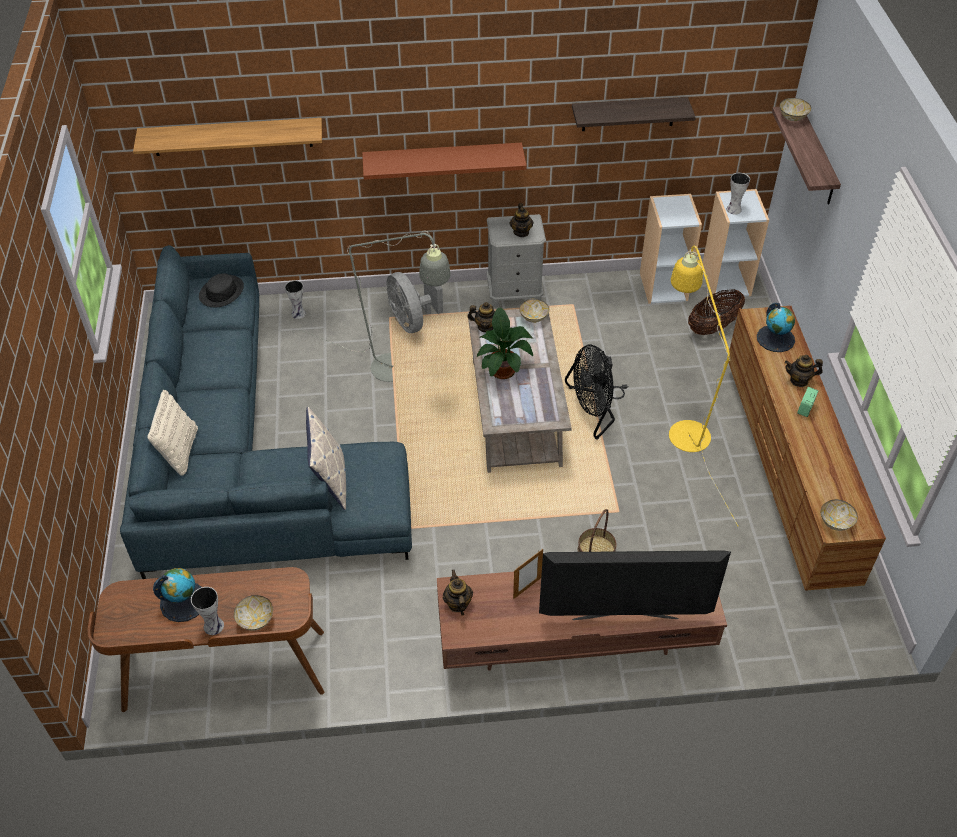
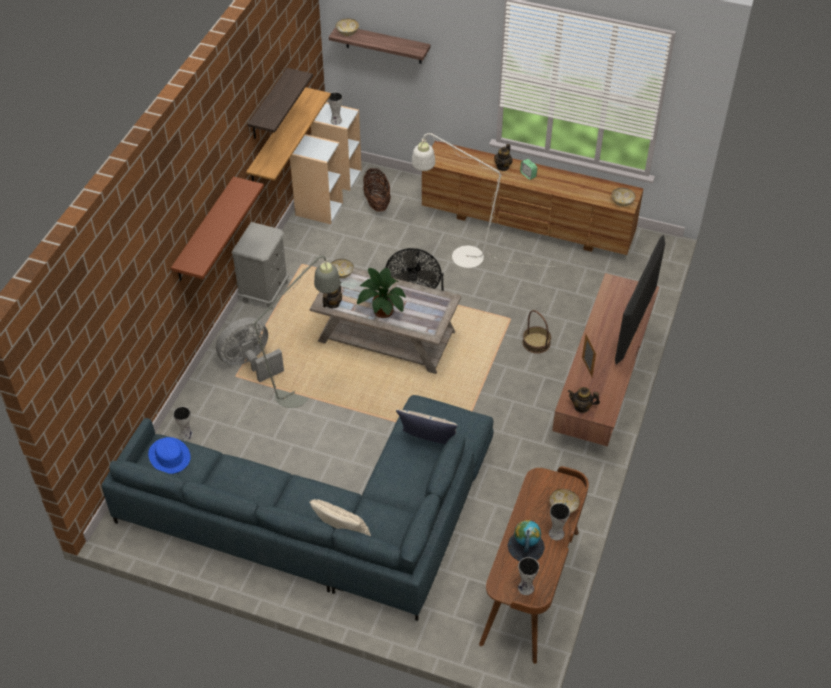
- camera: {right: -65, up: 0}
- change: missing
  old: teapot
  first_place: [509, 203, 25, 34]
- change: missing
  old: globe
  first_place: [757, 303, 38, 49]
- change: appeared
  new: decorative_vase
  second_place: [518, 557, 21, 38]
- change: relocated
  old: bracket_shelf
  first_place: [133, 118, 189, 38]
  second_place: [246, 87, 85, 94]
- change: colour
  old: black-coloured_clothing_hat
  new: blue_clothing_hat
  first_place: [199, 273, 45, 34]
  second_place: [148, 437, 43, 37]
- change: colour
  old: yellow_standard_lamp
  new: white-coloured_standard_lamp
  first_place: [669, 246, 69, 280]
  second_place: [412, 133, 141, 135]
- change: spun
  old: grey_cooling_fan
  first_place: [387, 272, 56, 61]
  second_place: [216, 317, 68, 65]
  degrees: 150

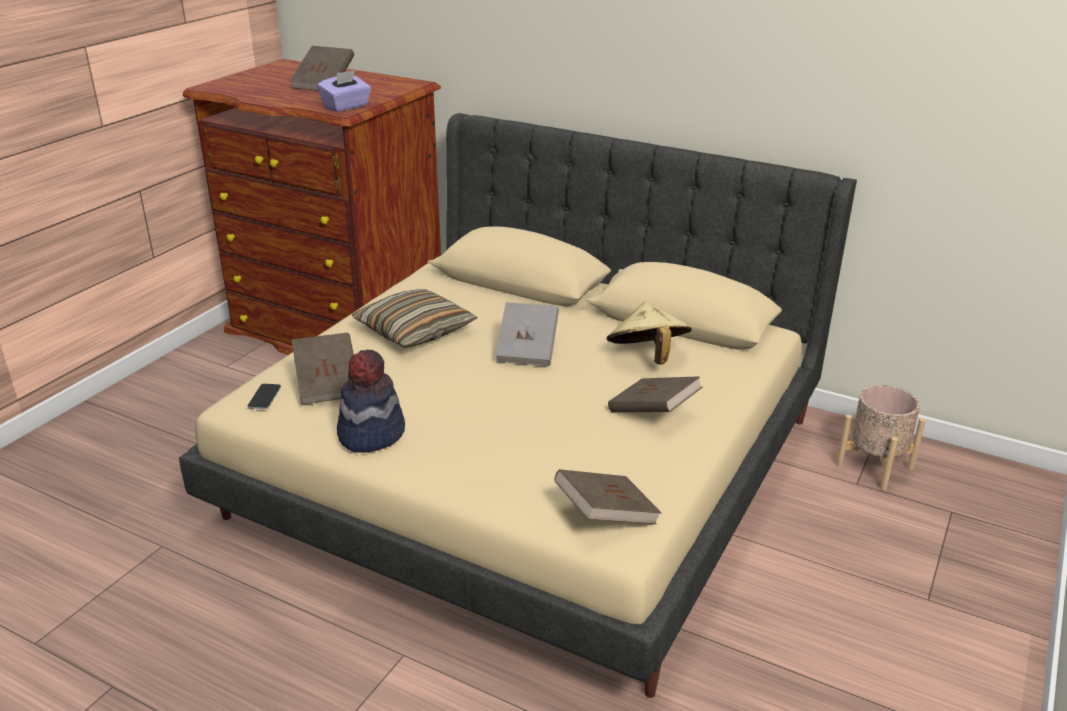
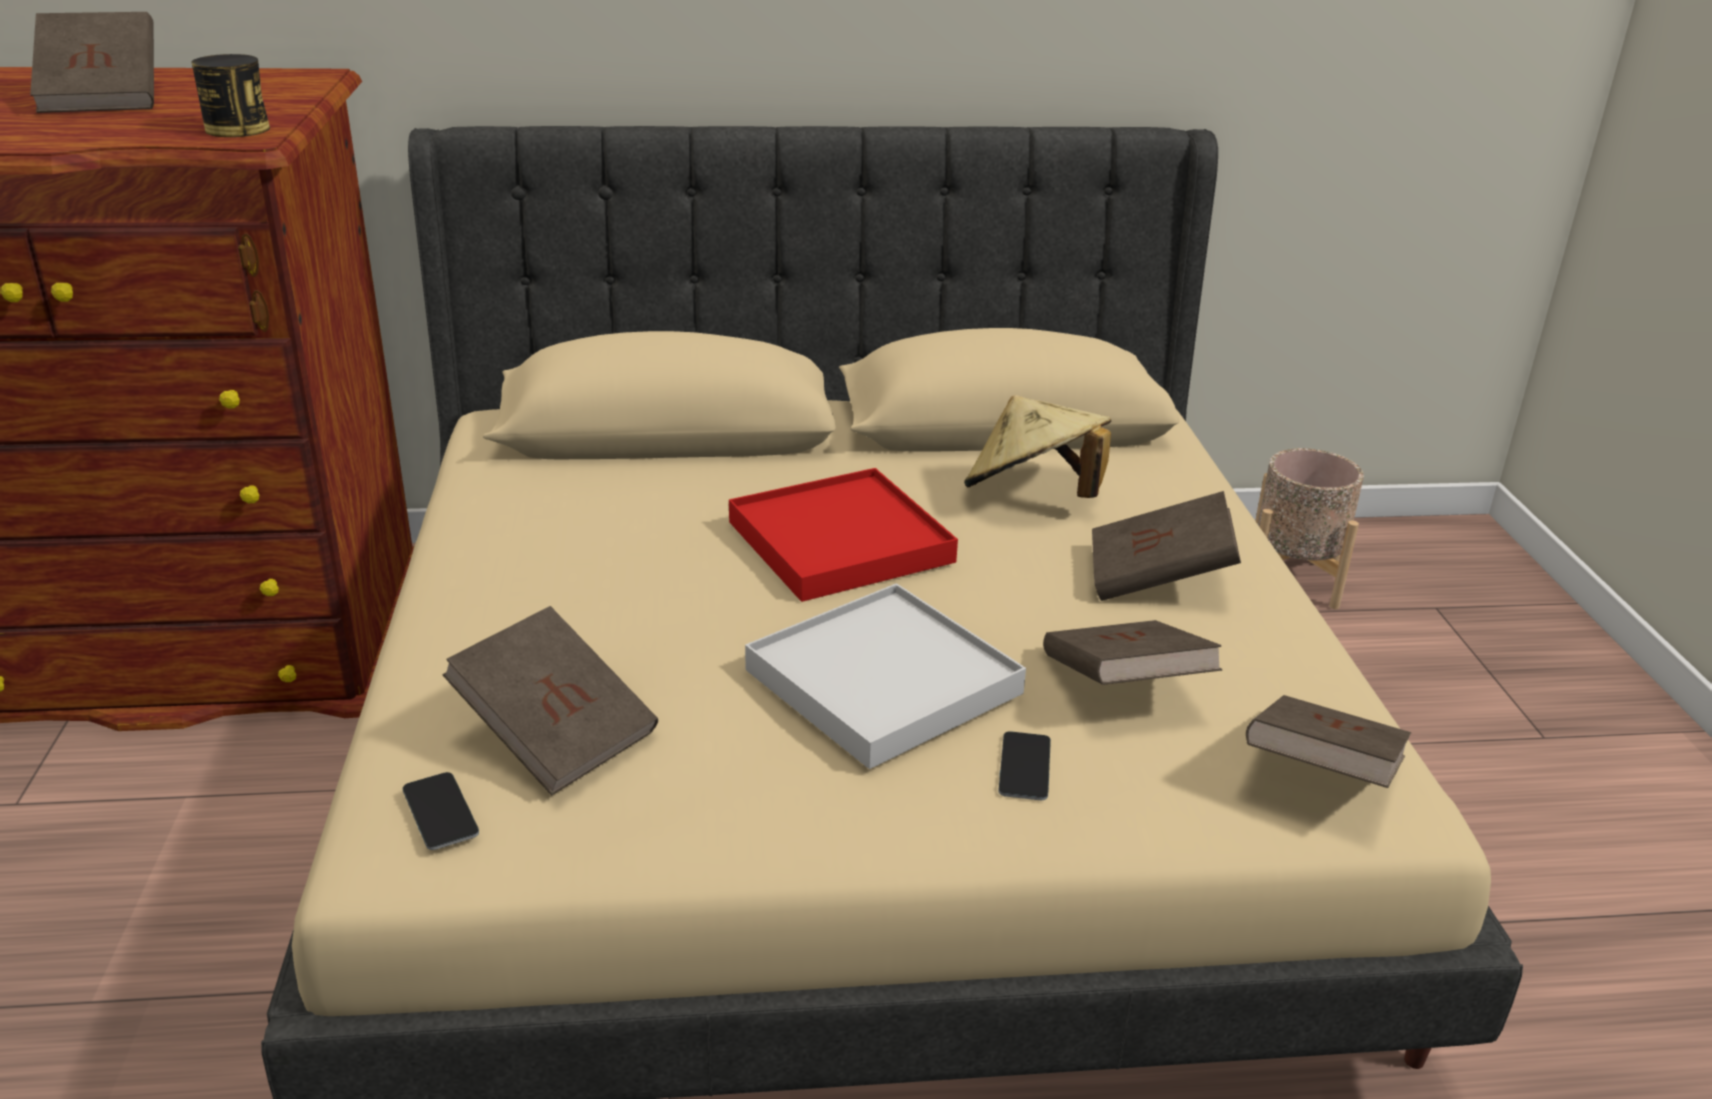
- camera: {right: -35, up: 0}
- change: missing
  old: clothing_hat
  first_place: [337, 350, 68, 103]
- change: missing
  old: throw_pillow
  first_place: [352, 289, 126, 59]
- change: appeared
  new: white-coloured_tray
  second_place: [745, 583, 281, 186]
- change: appeared
  new: handset
  second_place: [998, 731, 53, 69]
- change: appeared
  new: brownish_bound_book
  second_place: [1043, 620, 179, 65]
- change: exchanged
  old: purple_tissue_holder
  new: metal_can
  first_place: [317, 70, 54, 42]
  second_place: [192, 54, 78, 83]
- change: exchanged
  old: grey_bound_book
  new: reddish_tray
  first_place: [495, 302, 64, 64]
  second_place: [729, 468, 229, 134]

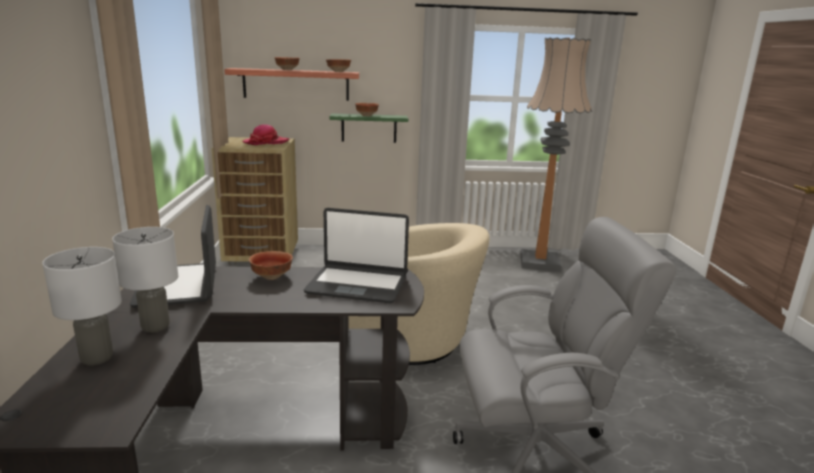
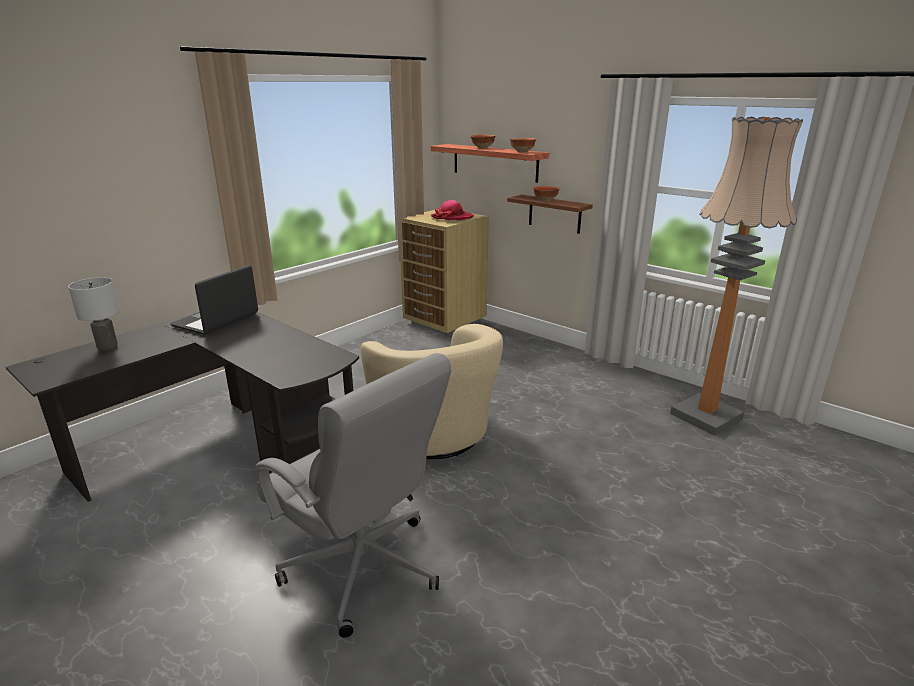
- camera: {right: 45, up: 5}
- change: missing
  old: white-coloured_lamp_for_a_table
  first_place: [112, 227, 66, 106]
- change: missing
  old: bowl
  first_place: [249, 251, 44, 29]
- change: missing
  old: notebook_computer
  first_place: [304, 208, 105, 95]
- change: colour
  old: green-coloured_bracket_shelf
  new: brownish_bracket_shelf
  first_place: [329, 113, 79, 30]
  second_place: [507, 195, 86, 39]

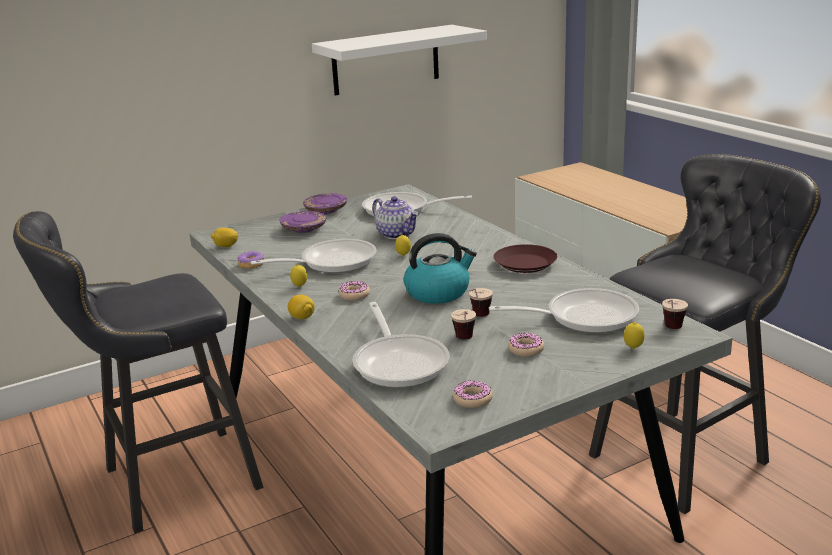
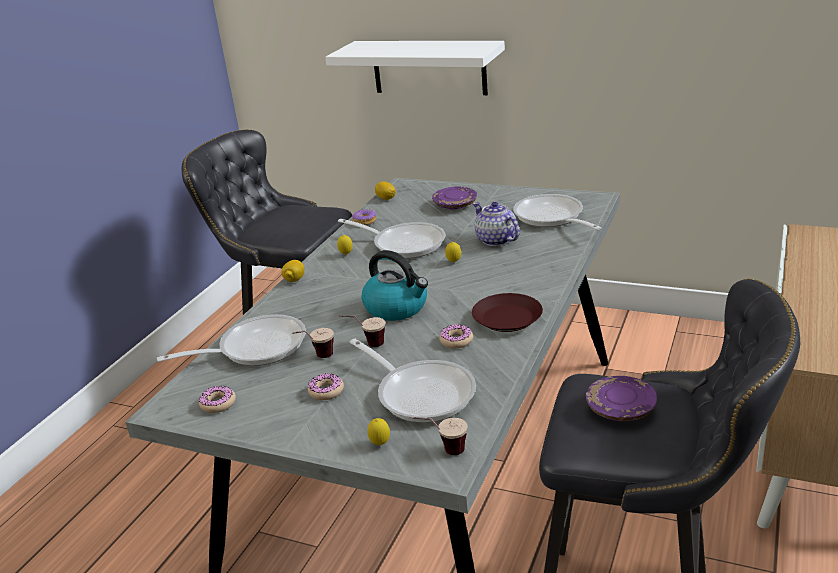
- camera: {right: 55, up: 5}
- change: relocated
  old: purple_dinner_plate
  first_place: [303, 193, 44, 21]
  second_place: [586, 376, 71, 45]
- change: relocated
  old: white-coloured_bracket_shelf
  first_place: [312, 25, 175, 71]
  second_place: [325, 41, 180, 54]
- change: relocated
  old: ring_doughnut
  first_place: [339, 281, 31, 20]
  second_place: [439, 324, 34, 25]
- change: spun
  old: skillet
  first_place: [352, 302, 98, 86]
  second_place: [157, 314, 149, 52]
  degrees: -150
- change: spun
  old: teapot
  first_place: [372, 196, 47, 43]
  second_place: [473, 202, 47, 44]
  degrees: 135

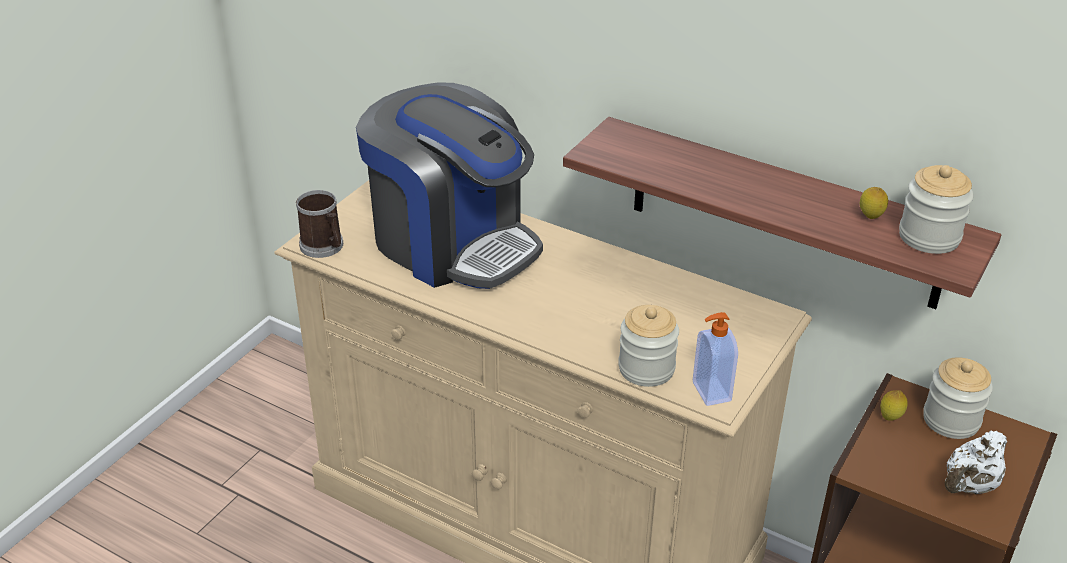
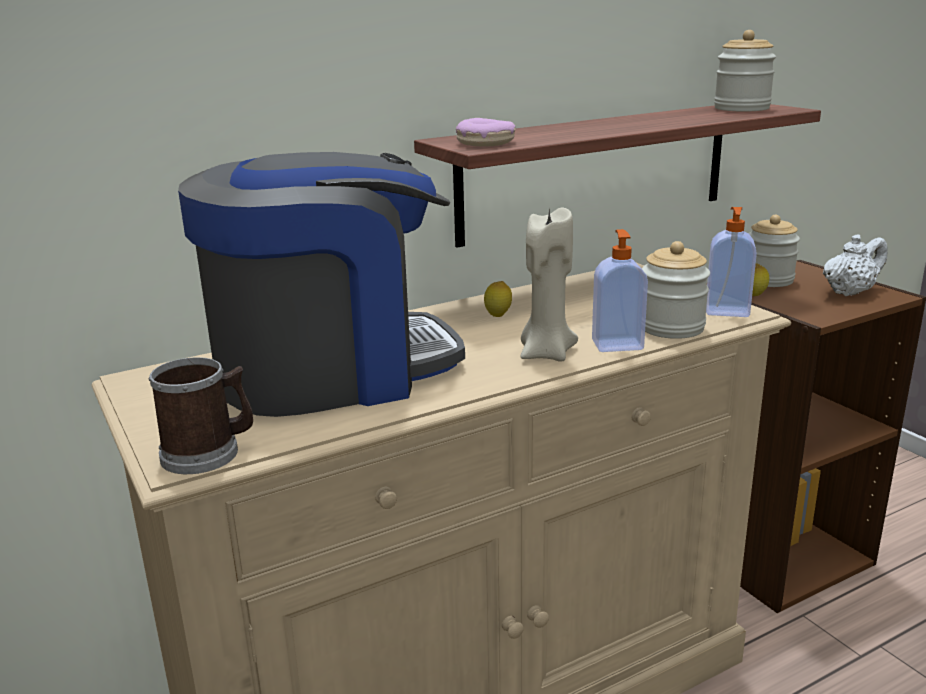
- camera: {right: -60, up: -15}
- change: appeared
  new: ring_doughnut
  second_place: [456, 118, 59, 29]
- change: appeared
  new: beige-coloured_wax_candle
  second_place: [521, 207, 57, 155]
- change: appeared
  new: soap_bottle
  second_place: [592, 229, 56, 123]
- change: relocated
  old: citrus_fruit
  first_place: [860, 187, 28, 32]
  second_place: [484, 281, 28, 36]
- change: spun
  old: white-coloured_teapot
  first_place: [944, 430, 63, 64]
  second_place: [823, 234, 64, 62]
  degrees: -105

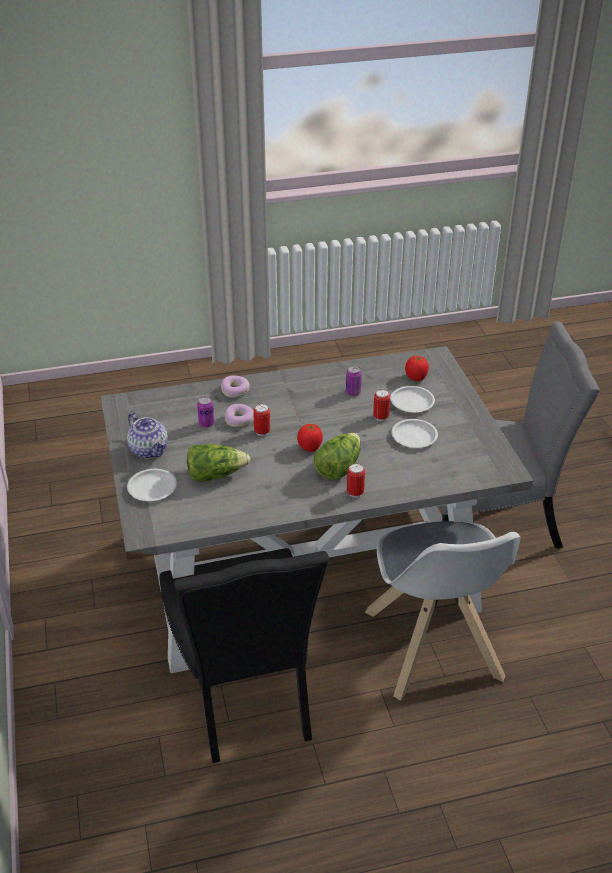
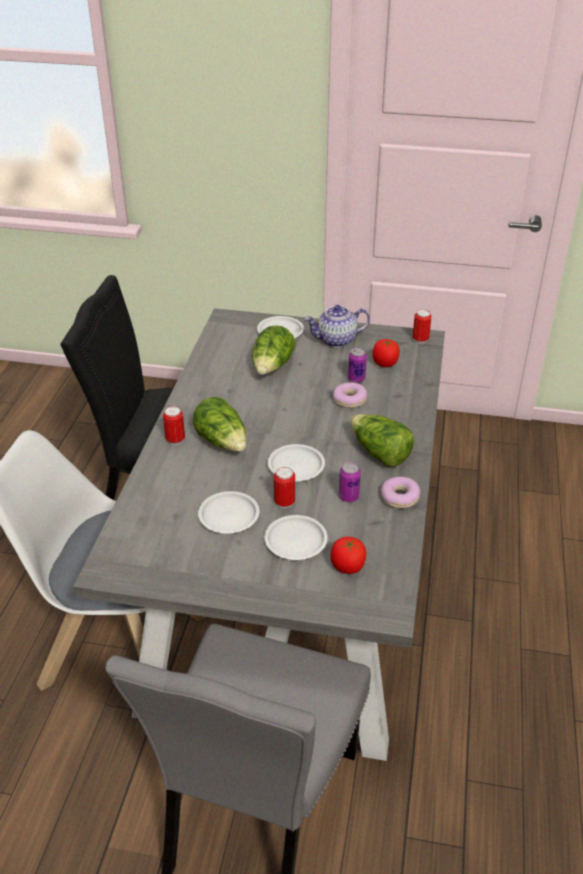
- camera: {right: 115, up: 0}
- change: appeared
  new: white-coloured_dinner_plate
  second_place: [268, 444, 57, 37]
- change: appeared
  new: lettuce
  second_place: [351, 414, 63, 52]
- change: relocated
  old: ring_doughnut
  first_place: [221, 375, 29, 23]
  second_place: [380, 477, 40, 31]
- change: relocated
  old: metal_can
  first_place: [253, 404, 17, 32]
  second_place: [412, 309, 20, 34]
- change: relocated
  old: whole_tomato
  first_place: [297, 424, 26, 28]
  second_place: [372, 339, 28, 28]

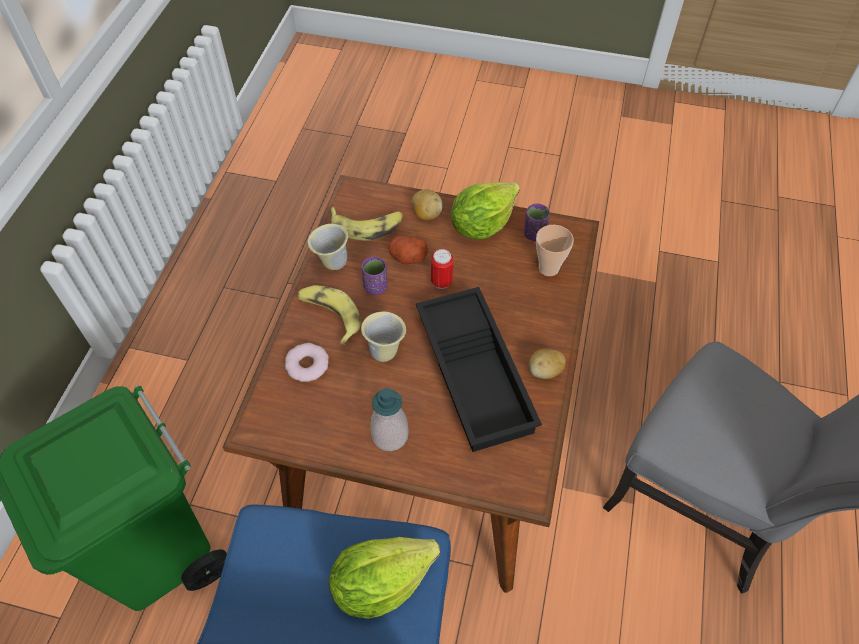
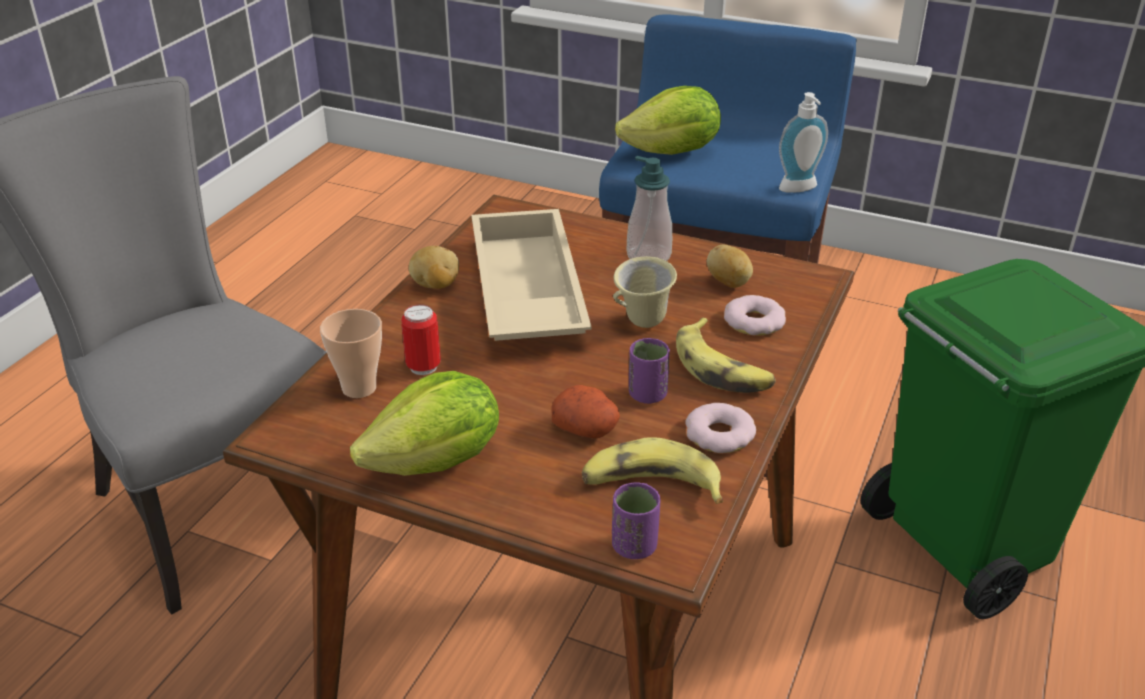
- camera: {right: -170, up: -20}
- change: appeared
  new: soap_bottle
  second_place: [779, 92, 49, 101]
- change: relocated
  old: potato
  first_place: [412, 189, 31, 31]
  second_place: [707, 245, 46, 43]
- change: relocated
  old: metal_can
  first_place: [431, 249, 23, 40]
  second_place: [401, 304, 40, 71]
- change: relocated
  old: purple_drinking_cup
  first_place: [524, 204, 26, 37]
  second_place: [612, 482, 49, 77]
- change: exchanged
  old: beige-coloured_coffee_mug
  new: ring_doughnut
  first_place: [308, 224, 40, 46]
  second_place: [685, 403, 71, 50]
- change: colour
  old: black-coloured_tray
  new: beige-coloured_tray
  first_place: [416, 287, 126, 165]
  second_place: [471, 209, 121, 132]

